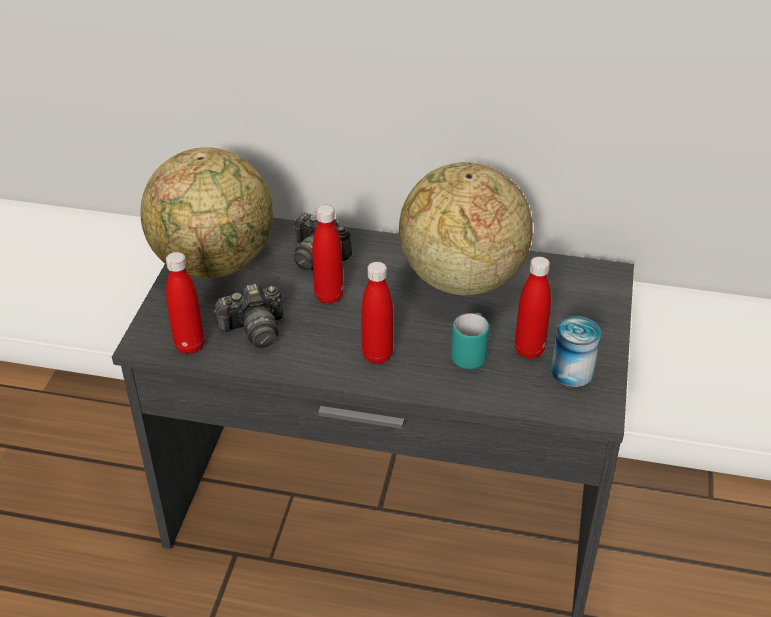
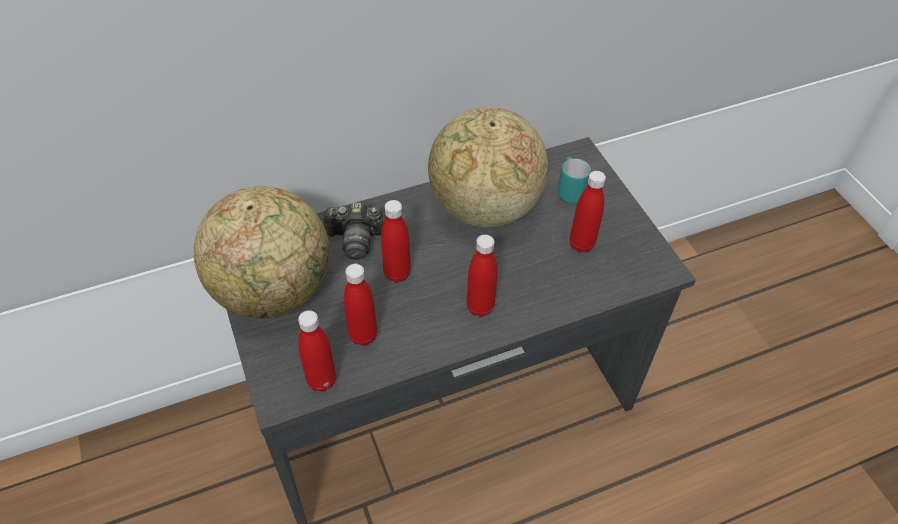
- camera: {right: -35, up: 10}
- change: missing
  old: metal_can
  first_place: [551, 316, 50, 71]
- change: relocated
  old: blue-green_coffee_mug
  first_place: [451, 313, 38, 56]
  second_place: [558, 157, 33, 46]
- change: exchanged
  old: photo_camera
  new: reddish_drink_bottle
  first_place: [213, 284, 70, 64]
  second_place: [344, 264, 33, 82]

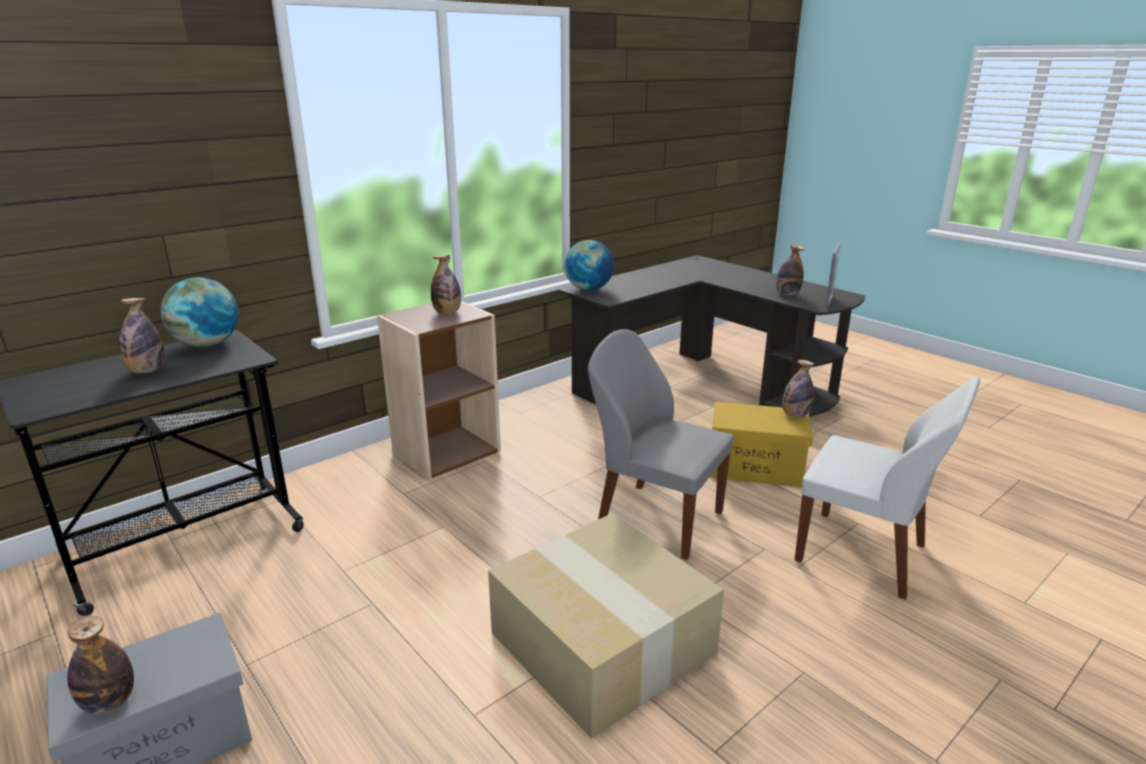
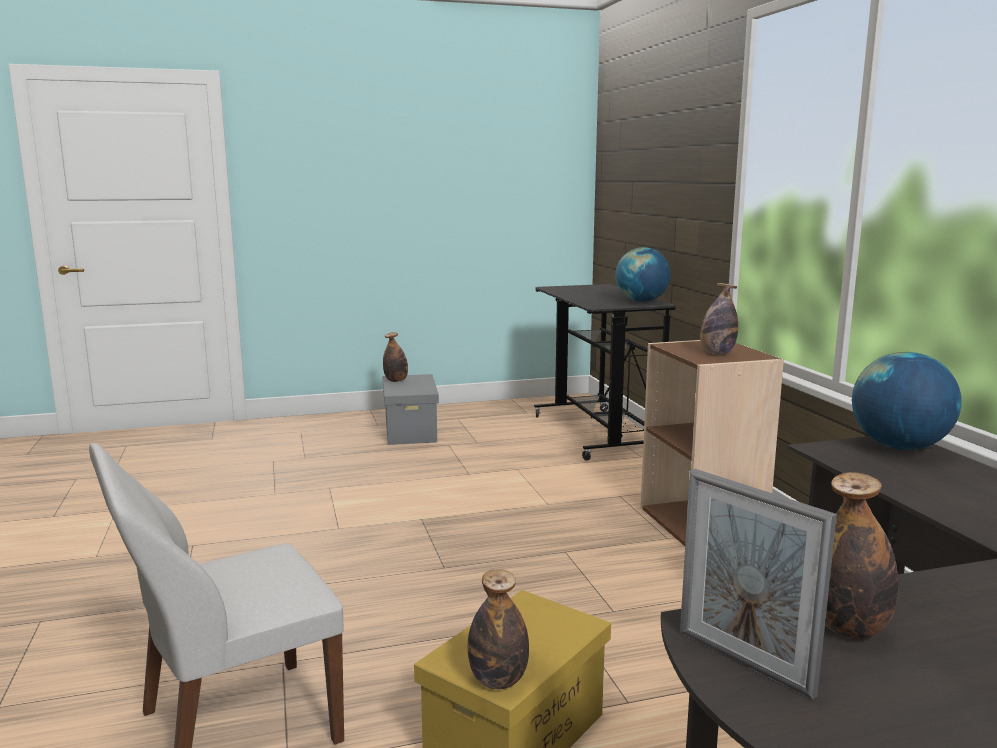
- camera: {right: 115, up: -10}
- change: missing
  old: drink_bottle
  first_place: [119, 298, 45, 75]
- change: missing
  old: cardboard_box
  first_place: [488, 513, 236, 226]
- change: missing
  old: grey_plain_chair
  first_place: [588, 329, 146, 231]

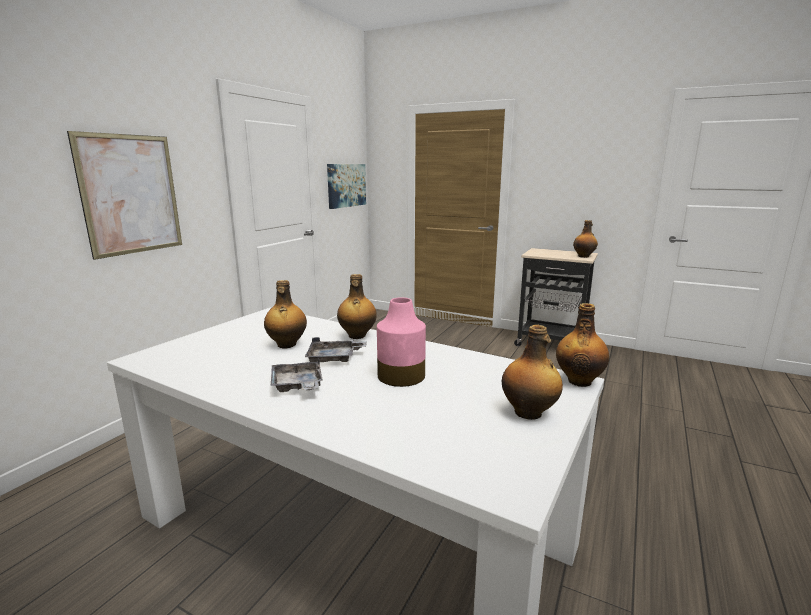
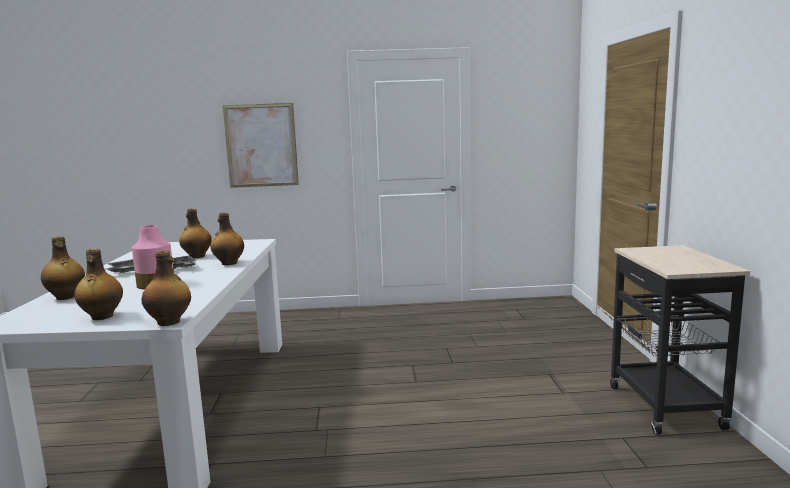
- camera: {right: 60, up: -5}
- change: missing
  old: wall_art
  first_place: [327, 164, 39, 45]
- change: relocated
  old: drink_bottle
  first_place: [573, 220, 25, 38]
  second_place: [41, 236, 44, 64]

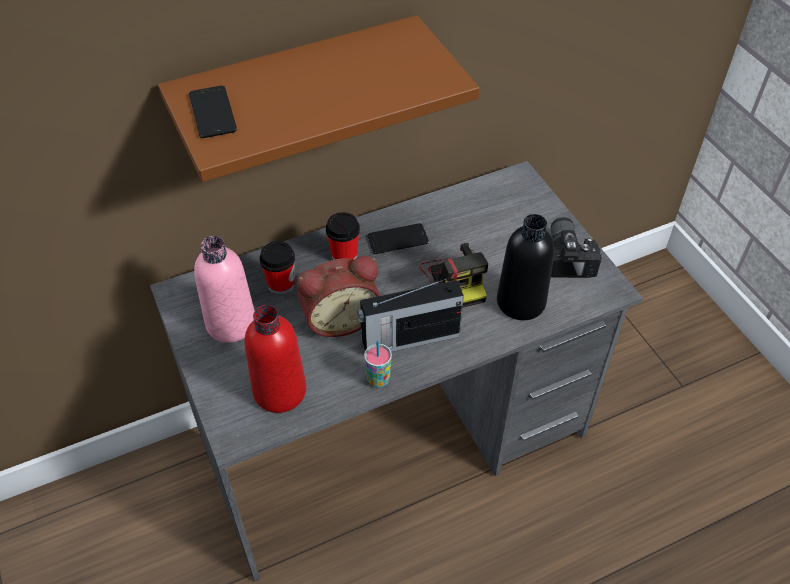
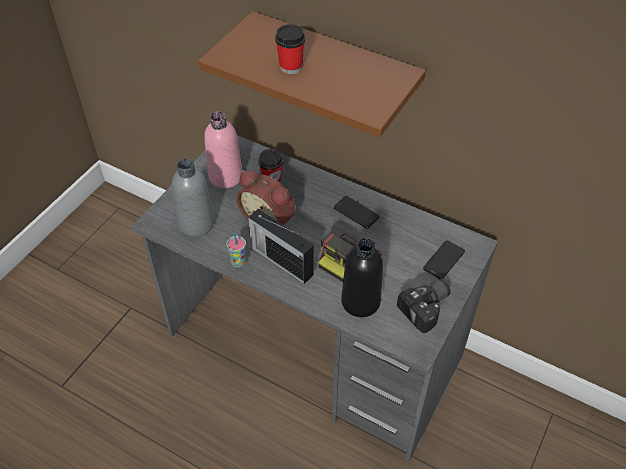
- camera: {right: 55, up: 0}
- change: relocated
  old: handset
  first_place: [189, 86, 48, 52]
  second_place: [423, 240, 42, 39]
- change: relocated
  old: drinking_cup
  first_place: [326, 212, 34, 48]
  second_place: [275, 24, 30, 50]
- change: colour
  old: reddish_drink_bottle
  new: grey_drink_bottle
  first_place: [244, 305, 62, 108]
  second_place: [172, 159, 42, 78]

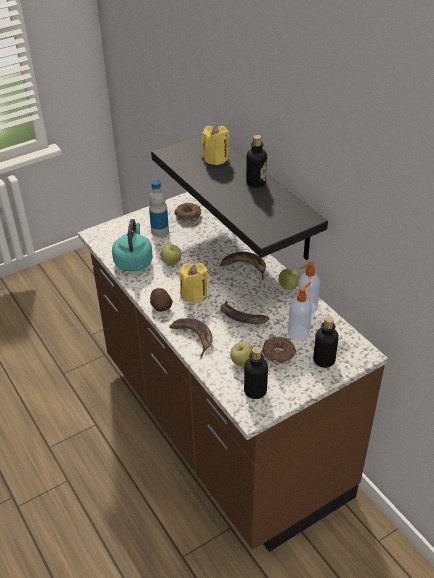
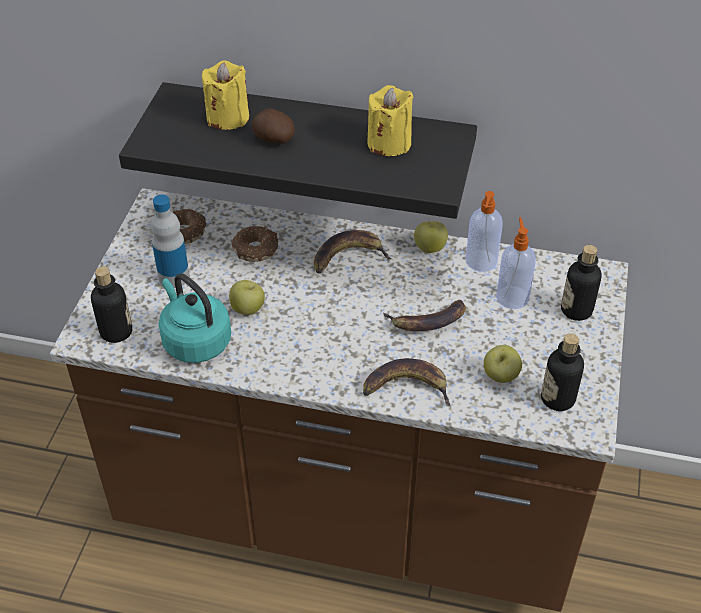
- camera: {right: -45, up: 5}
- change: relocated
  old: potato
  first_place: [150, 288, 22, 24]
  second_place: [252, 109, 43, 35]
- change: relocated
  old: yellow_wax_candle
  first_place: [179, 263, 29, 41]
  second_place: [367, 85, 47, 71]
- change: relocated
  old: drink_bottle
  first_place: [246, 135, 21, 53]
  second_place: [91, 266, 41, 77]
- change: relocated
  old: ring_doughnut
  first_place: [262, 336, 35, 27]
  second_place: [232, 226, 46, 36]

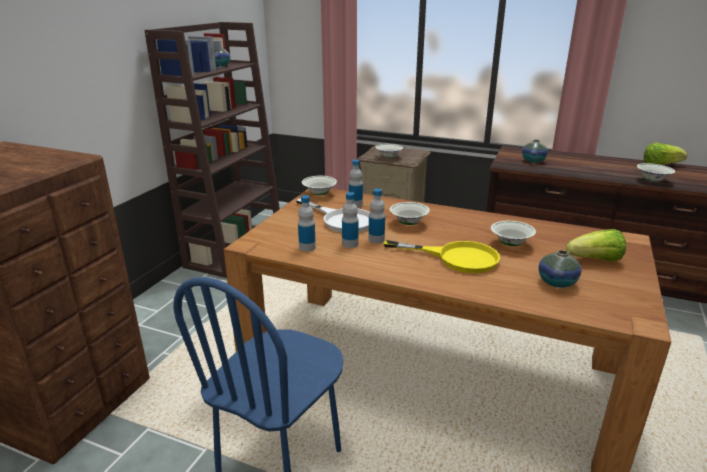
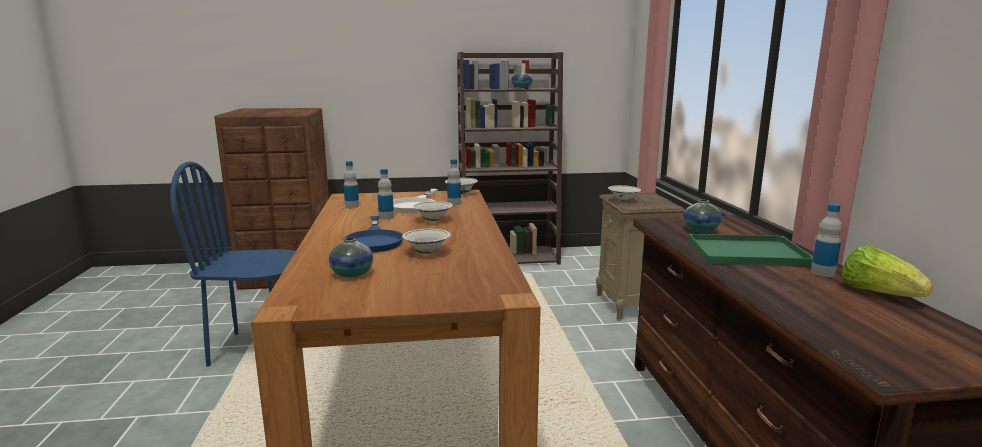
- camera: {right: 60, up: -10}
- change: missing
  old: lettuce
  first_place: [566, 229, 60, 32]
- change: missing
  old: white-coloured_bowl
  first_place: [637, 163, 38, 19]
- change: appeared
  new: green-coloured_tray
  second_place: [688, 234, 125, 33]
- change: relocated
  old: drink_bottle
  first_place: [342, 192, 17, 56]
  second_place: [811, 203, 31, 74]
- change: colour
  old: yellow_skillet
  new: blue_skillet
  first_place: [384, 240, 116, 33]
  second_place: [343, 216, 60, 36]

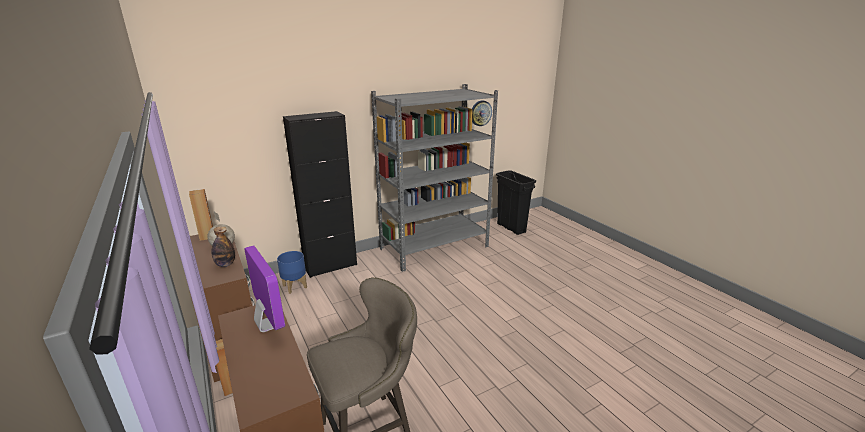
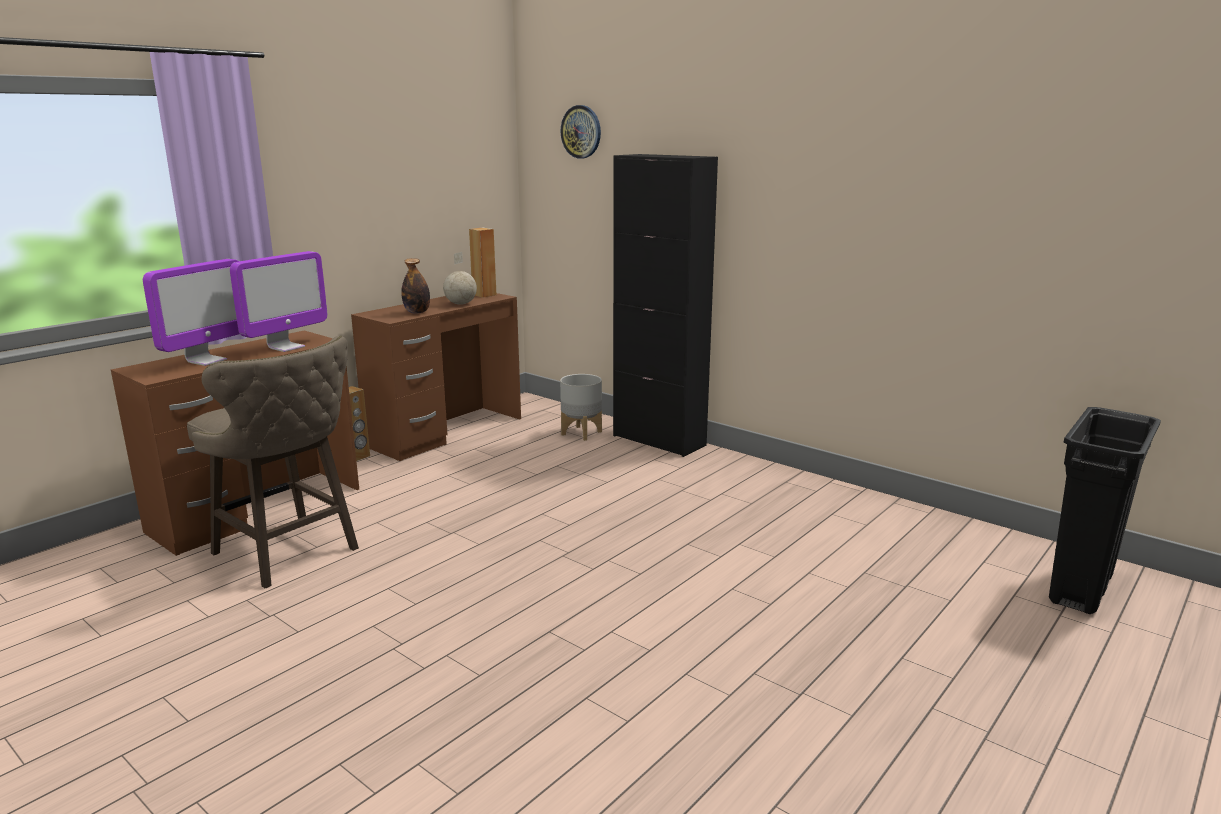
- camera: {right: 70, up: -5}
- change: missing
  old: grey_shelving_unit
  first_place: [371, 84, 127, 188]
- change: appeared
  new: monitor
  second_place: [143, 259, 97, 107]
- change: relocated
  old: clock_on_the_wall
  first_place: [472, 100, 20, 26]
  second_place: [561, 105, 40, 54]
- change: colour
  old: blue_planter
  new: grey_planter
  first_place: [277, 251, 30, 43]
  second_place: [560, 374, 42, 67]

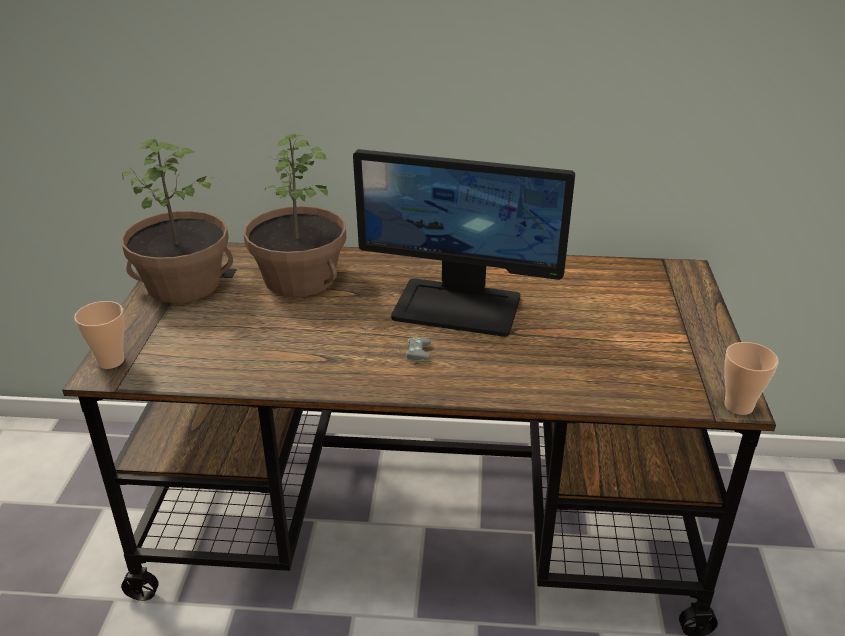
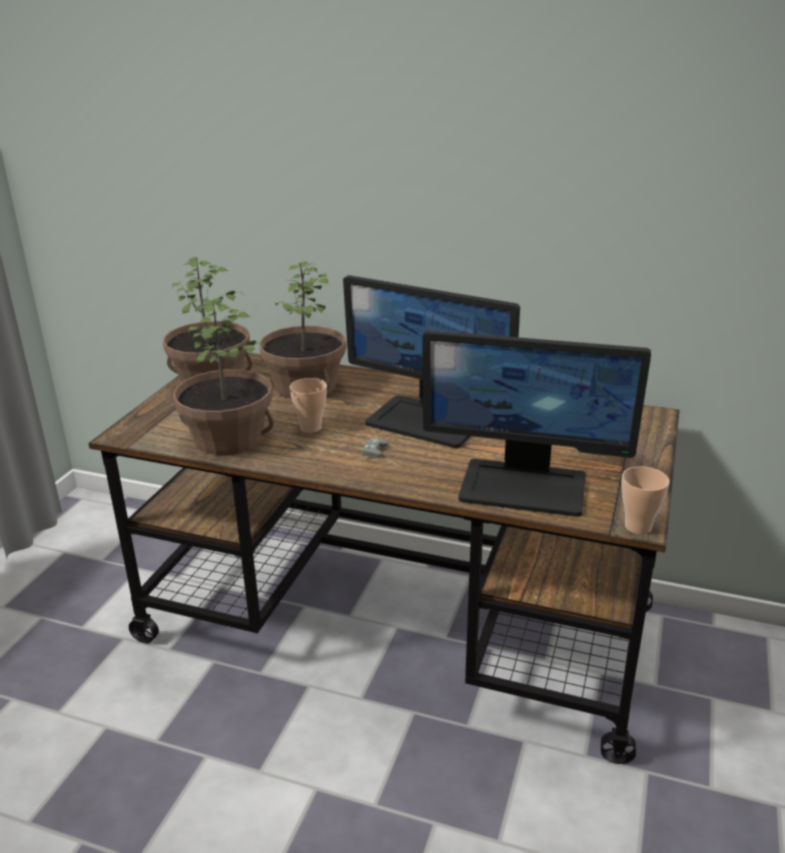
- camera: {right: 15, up: -5}
- change: appeared
  new: houseplant
  second_place: [173, 300, 101, 155]
- change: appeared
  new: monitor
  second_place: [422, 330, 229, 187]
- change: relocated
  old: drinking_cup
  first_place: [74, 301, 50, 68]
  second_place: [289, 378, 38, 55]

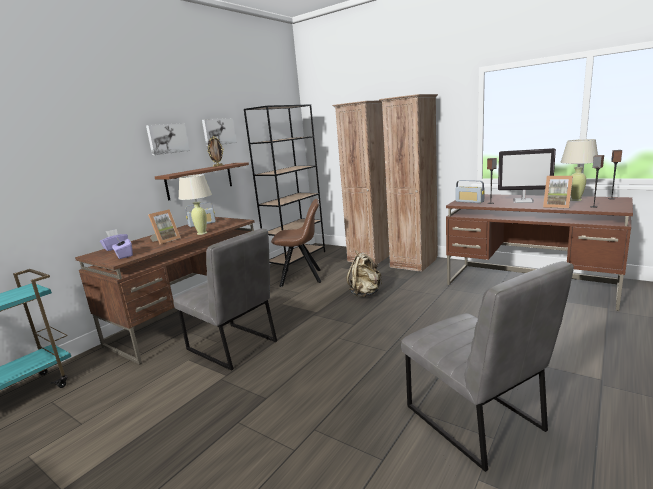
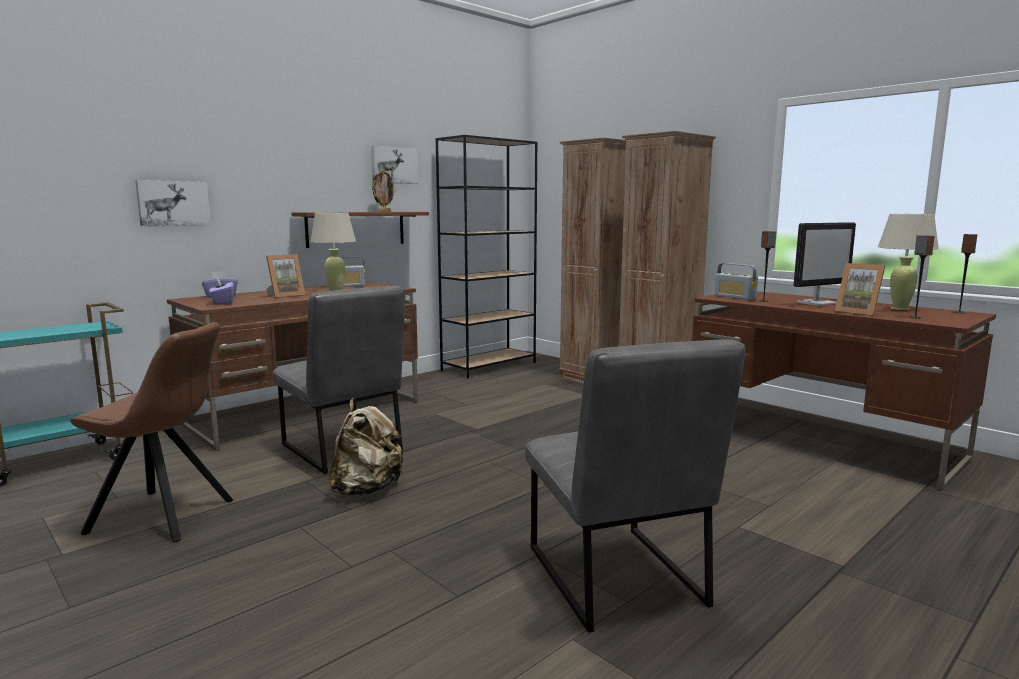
- camera: {right: 10, up: -5}
- change: relocated
  old: wall_art
  first_place: [146, 123, 44, 32]
  second_place: [135, 180, 76, 47]
- change: relocated
  old: brownish_plain_chair
  first_place: [271, 199, 50, 88]
  second_place: [70, 322, 163, 220]
- change: relocated
  old: beige-coloured_backpack
  first_place: [347, 250, 35, 47]
  second_place: [328, 398, 76, 98]
- change: spun
  old: monitor
  first_place: [498, 148, 58, 55]
  second_place: [794, 222, 62, 84]
  degrees: -60

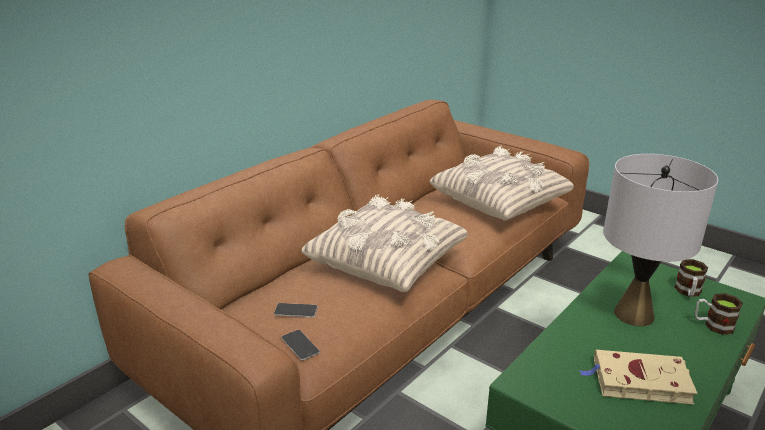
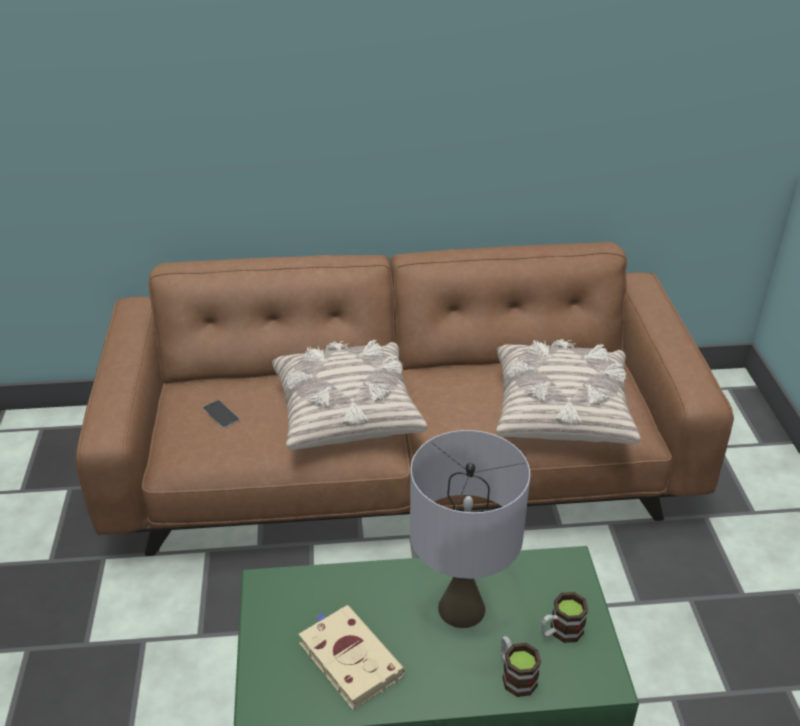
- camera: {right: 45, up: 10}
- change: missing
  old: handset
  first_place: [281, 330, 39, 30]

